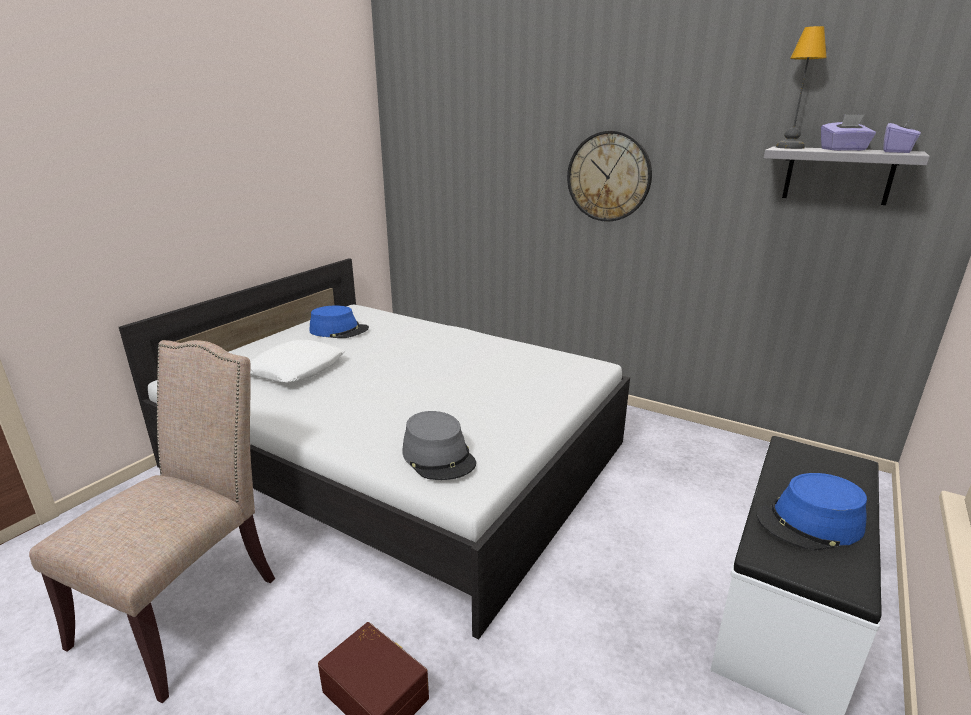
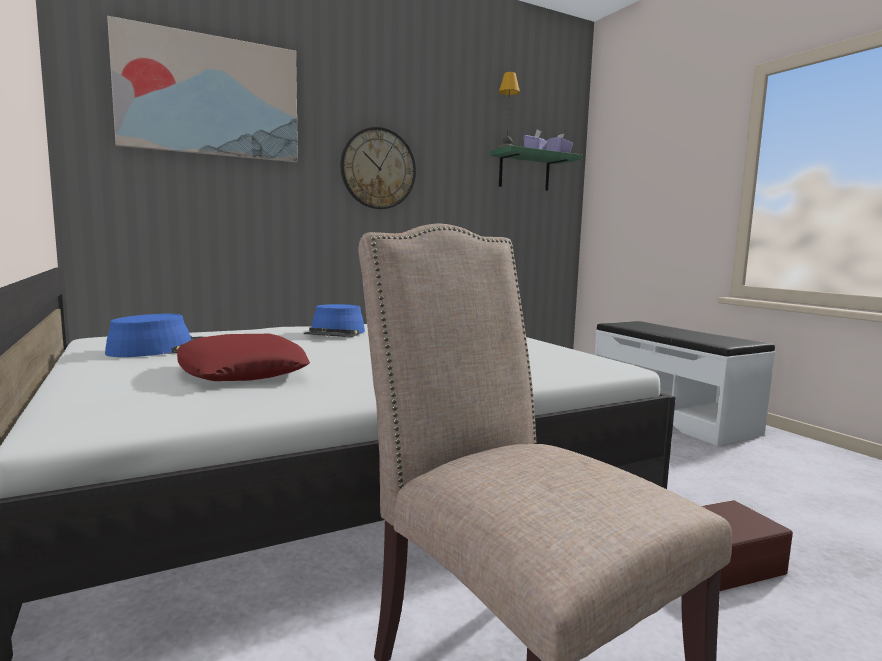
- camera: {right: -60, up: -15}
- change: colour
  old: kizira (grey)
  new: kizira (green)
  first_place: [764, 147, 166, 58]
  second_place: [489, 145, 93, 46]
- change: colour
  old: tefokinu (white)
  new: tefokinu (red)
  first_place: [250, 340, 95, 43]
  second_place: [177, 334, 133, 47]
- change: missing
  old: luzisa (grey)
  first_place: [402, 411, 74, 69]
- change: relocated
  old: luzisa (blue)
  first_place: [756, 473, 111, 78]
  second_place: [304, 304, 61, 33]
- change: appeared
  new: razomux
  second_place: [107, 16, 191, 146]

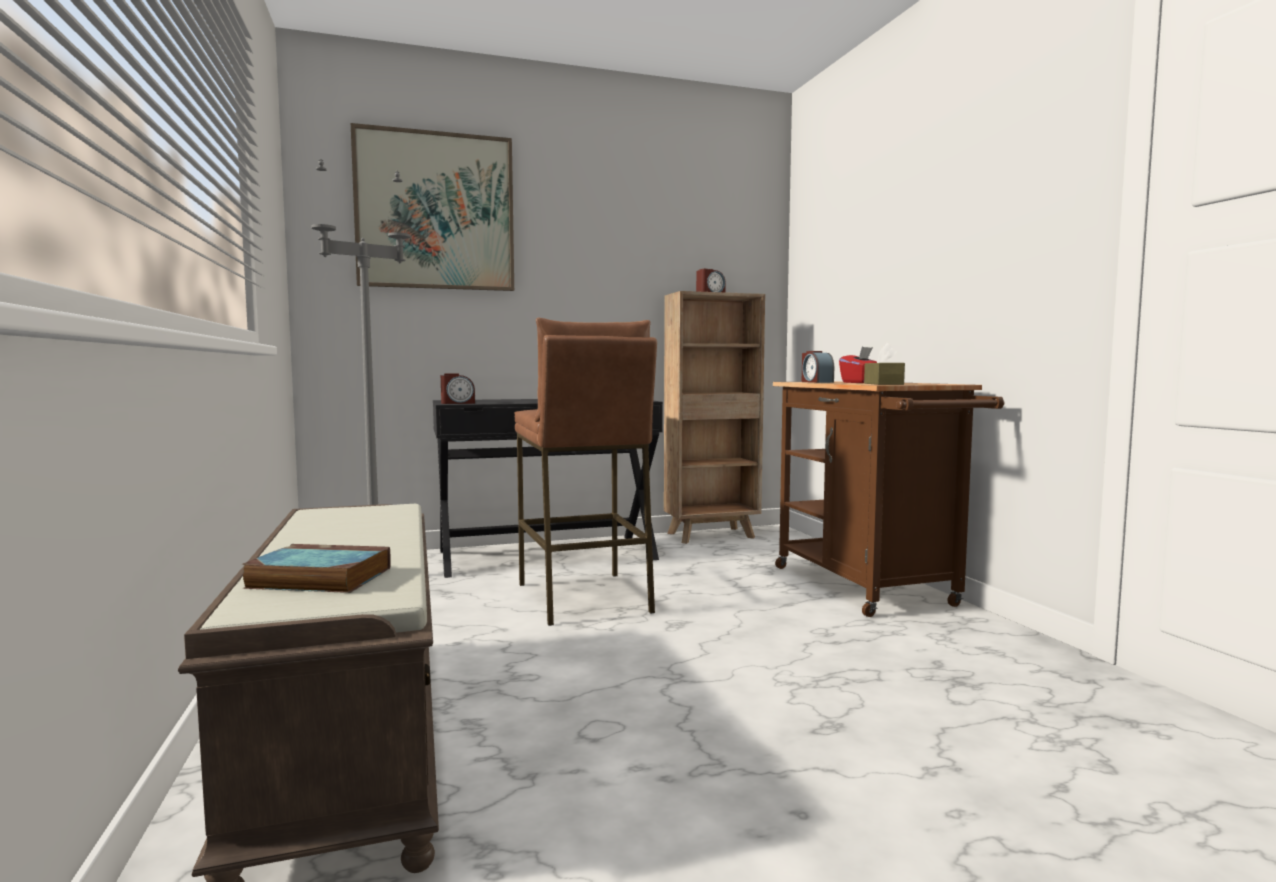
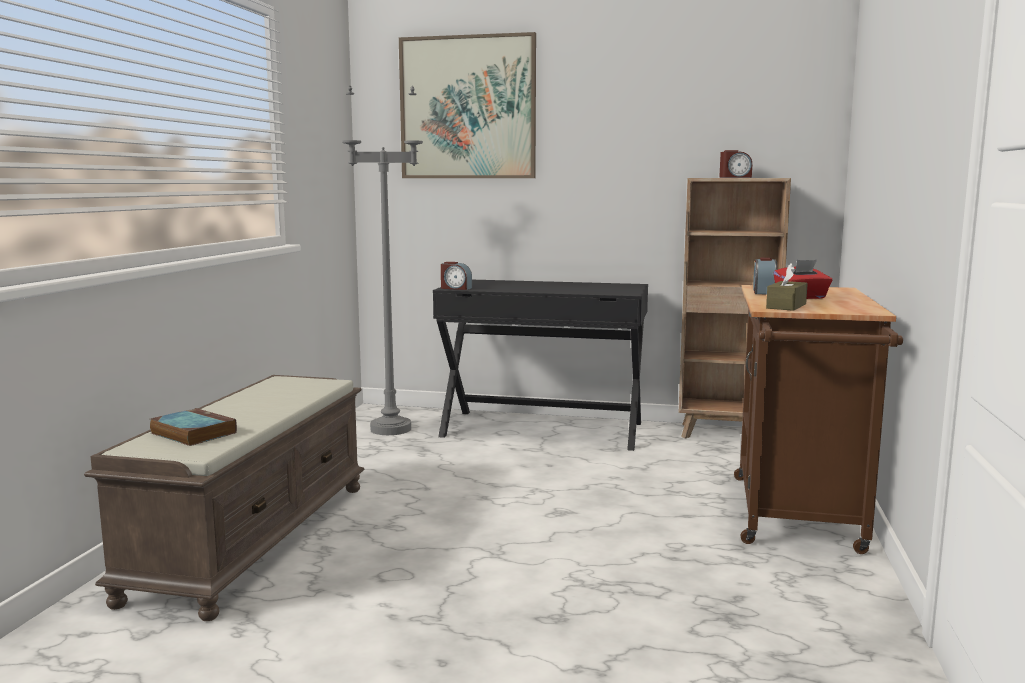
- camera: {right: 30, up: 5}
- change: missing
  old: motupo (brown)
  first_place: [515, 317, 142, 309]

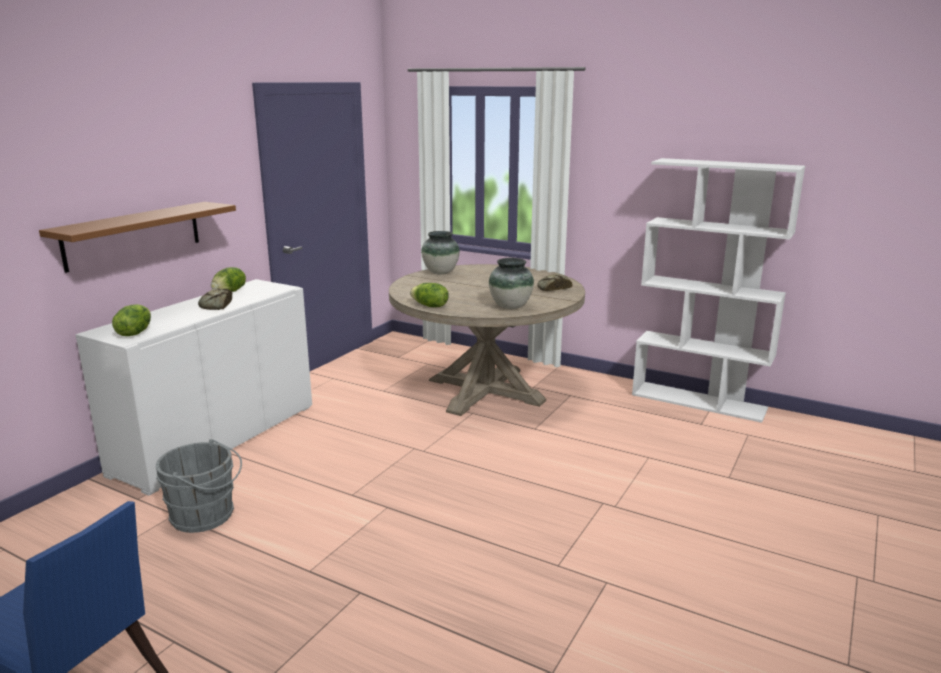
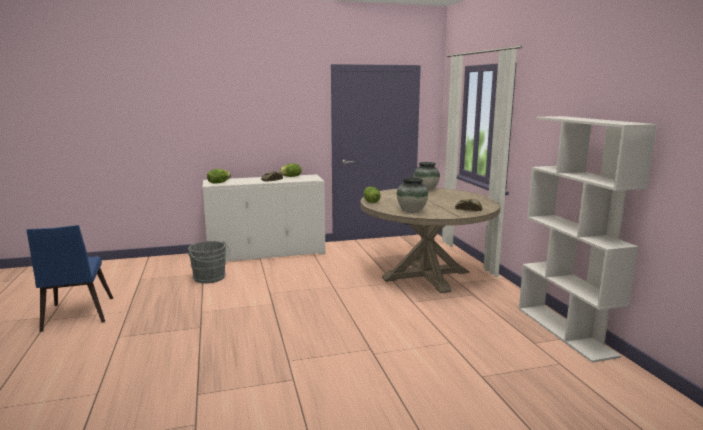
- camera: {right: 45, up: -5}
- change: missing
  old: kizira (brown)
  first_place: [39, 202, 197, 71]

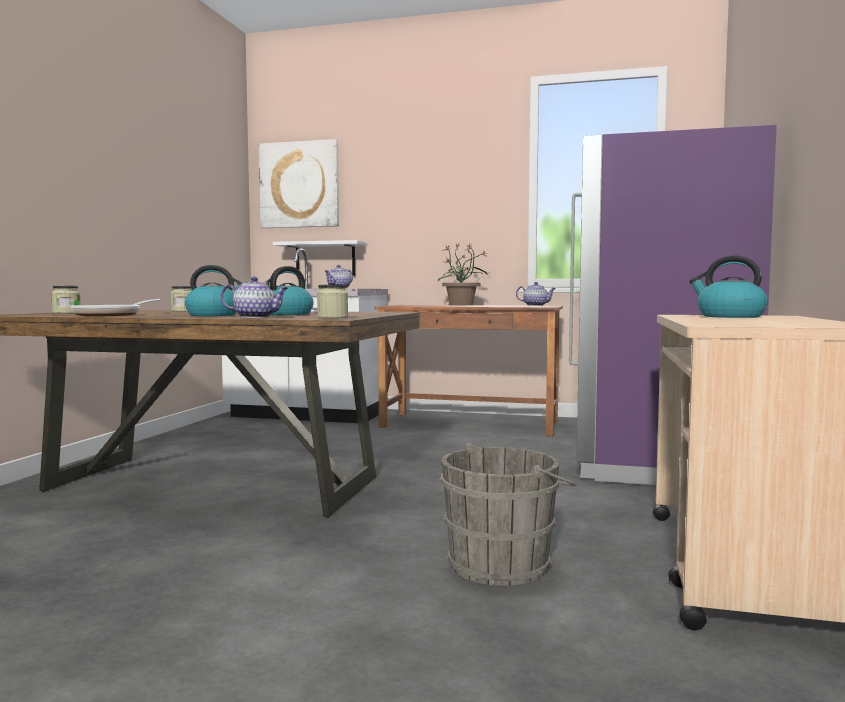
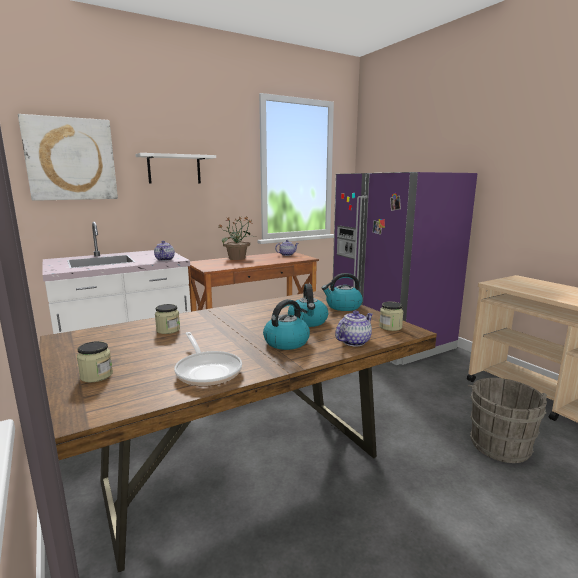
- camera: {right: -45, up: 10}
- change: relocated
  old: kizira (white)
  first_place: [273, 240, 94, 36]
  second_place: [135, 153, 81, 31]
- change: relocated
  old: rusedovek
  first_place: [689, 255, 79, 63]
  second_place: [322, 273, 41, 38]

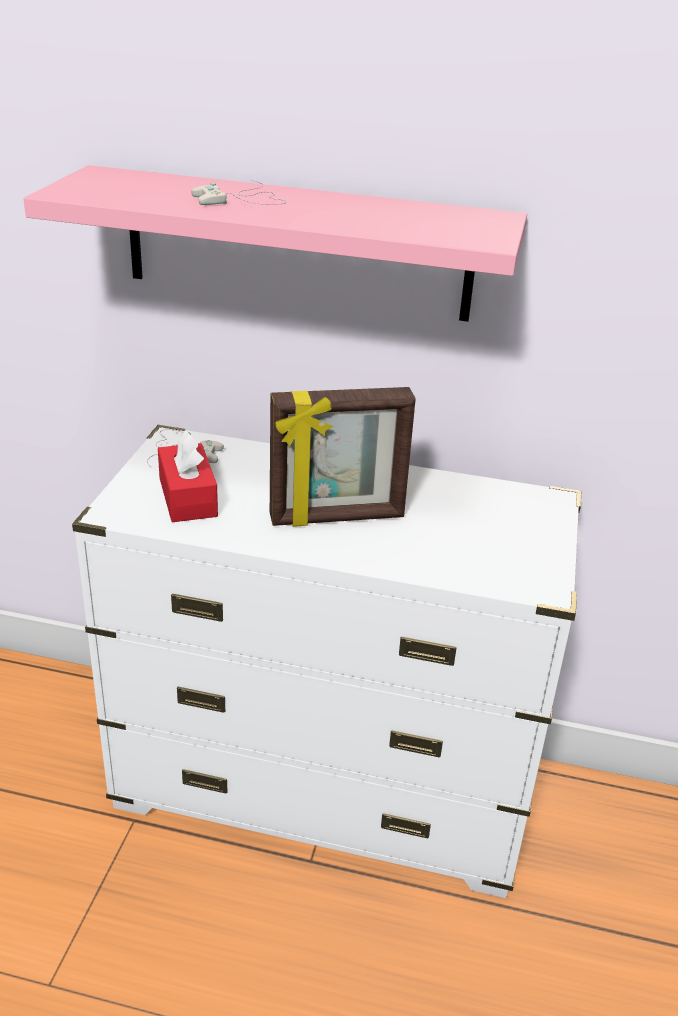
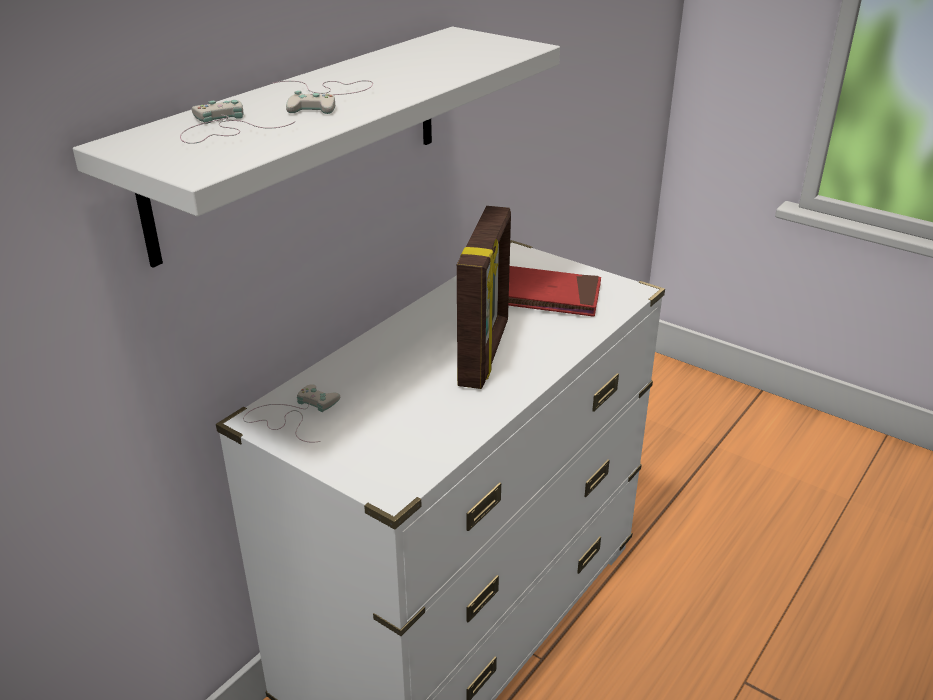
- camera: {right: -65, up: 0}
- change: colour
  old: kizira (pink)
  new: kizira (white)
  first_place: [23, 165, 504, 157]
  second_place: [73, 27, 487, 241]
- change: missing
  old: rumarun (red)
  first_place: [158, 431, 60, 91]
- change: appeared
  new: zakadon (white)
  second_place: [180, 100, 116, 44]
- change: appeared
  new: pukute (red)
  second_place: [508, 266, 93, 51]

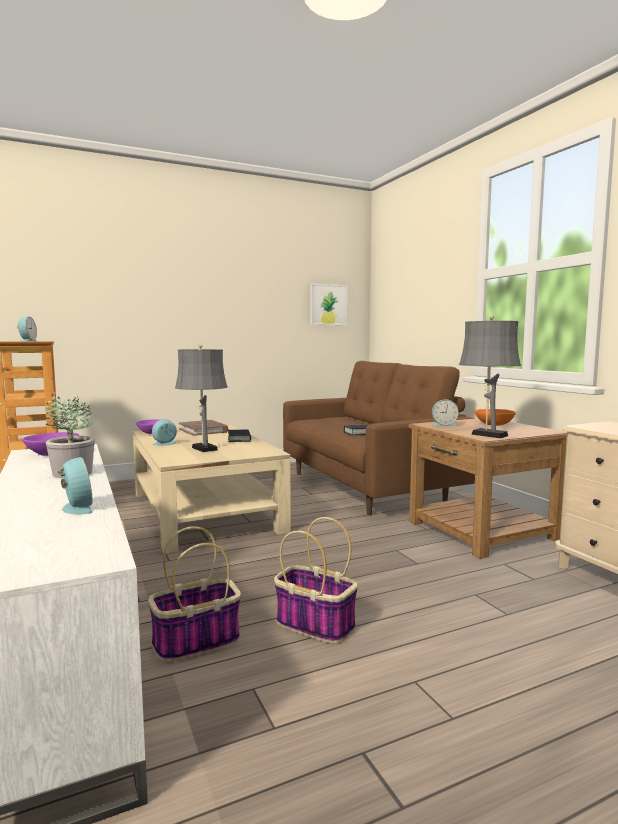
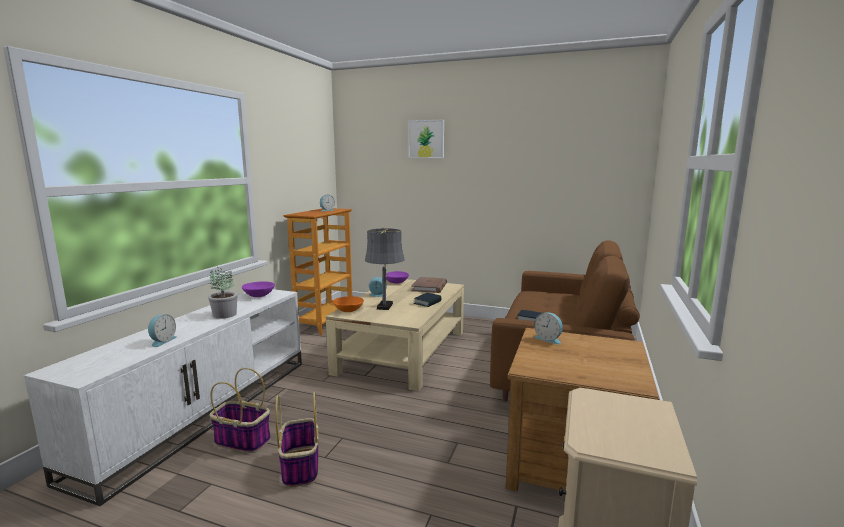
- camera: {right: 45, up: 5}
- change: relocated
  old: razomux
  first_place: [310, 284, 37, 41]
  second_place: [408, 119, 36, 39]
- change: missing
  old: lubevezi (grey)
  first_place: [459, 315, 62, 123]
- change: relocated
  old: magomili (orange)
  first_place: [475, 409, 41, 17]
  second_place: [333, 296, 31, 16]

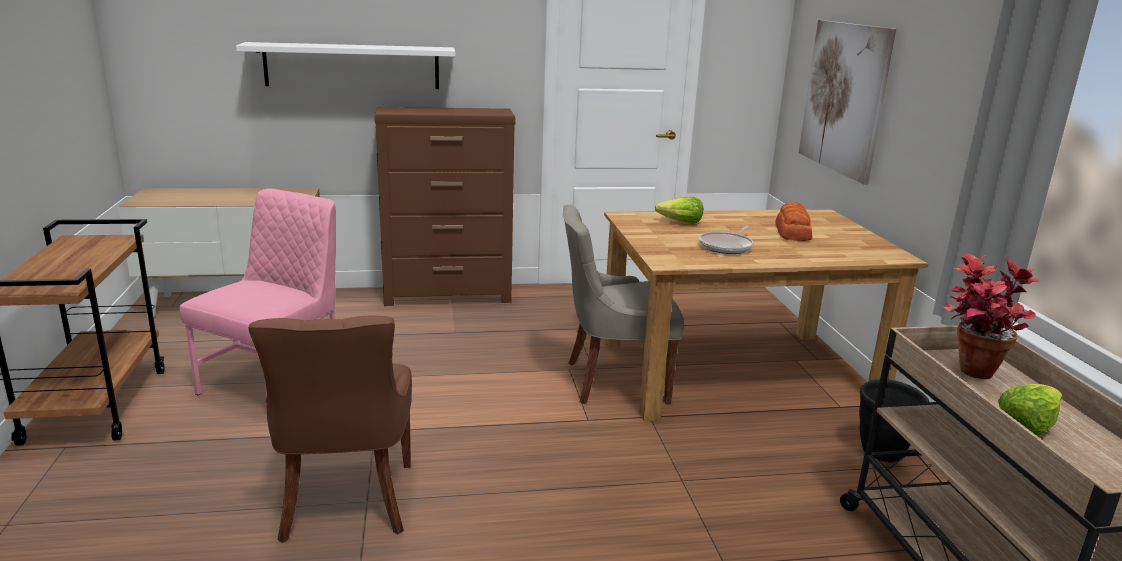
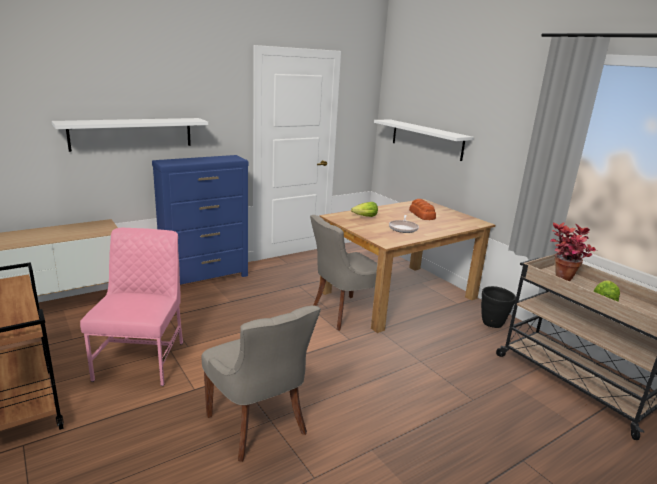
- camera: {right: -25, up: 0}
- change: exchanged
  old: razomux
  new: kizira (white)
  first_place: [799, 20, 97, 164]
  second_place: [374, 119, 100, 42]
- change: colour
  old: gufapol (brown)
  new: gufapol (blue)
  first_place: [374, 107, 142, 199]
  second_place: [152, 155, 97, 130]
- change: colour
  old: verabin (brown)
  new: verabin (grey)
  first_place: [248, 315, 164, 228]
  second_place: [202, 305, 119, 157]

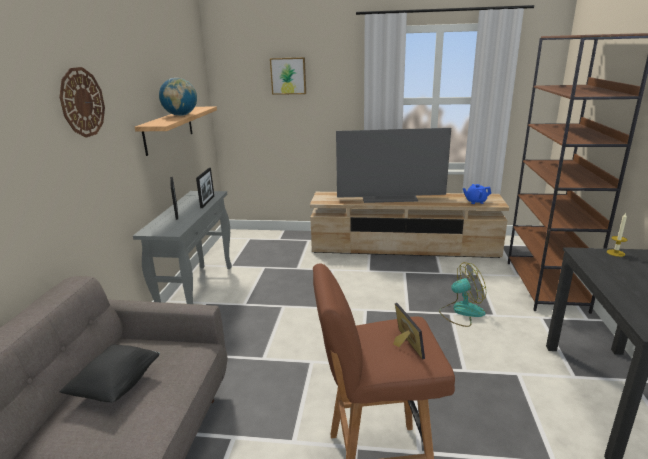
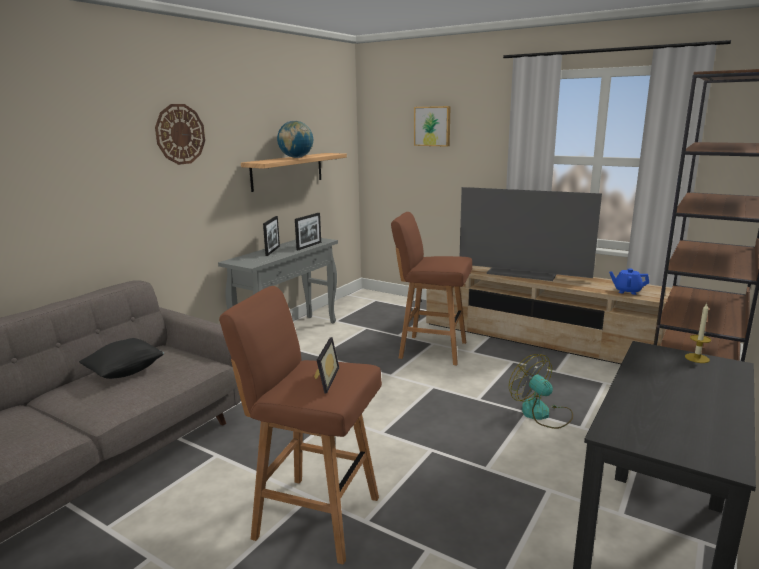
- camera: {right: 25, up: -5}
- change: spun
  old: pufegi
  first_place: [439, 262, 47, 65]
  second_place: [509, 354, 64, 75]
  degrees: -135
- change: appeared
  new: motupo (brown)
  second_place: [391, 212, 81, 153]

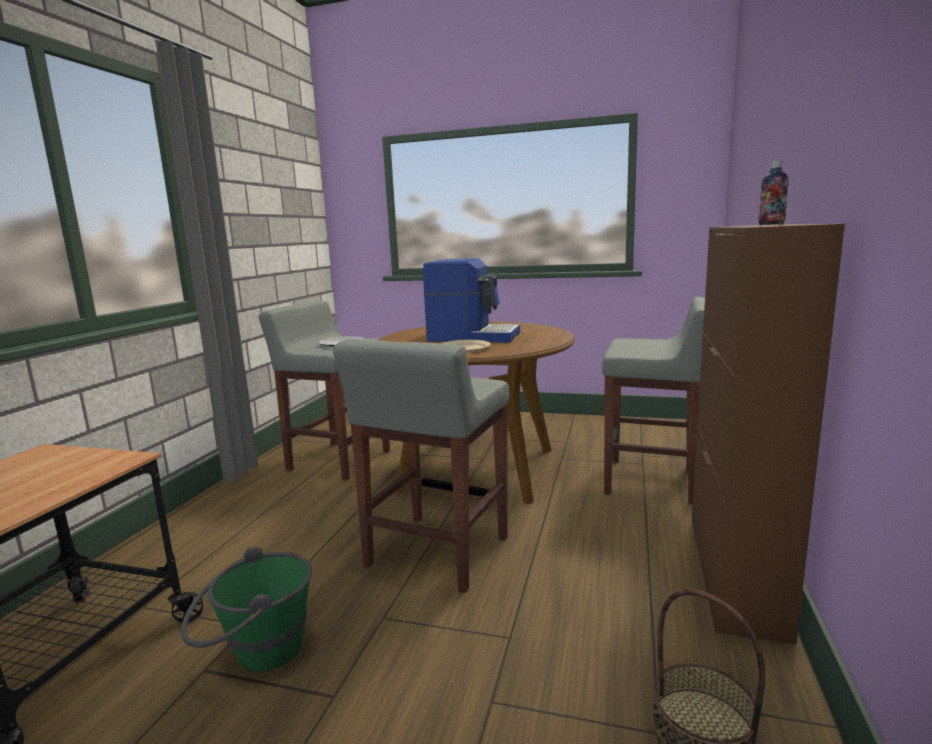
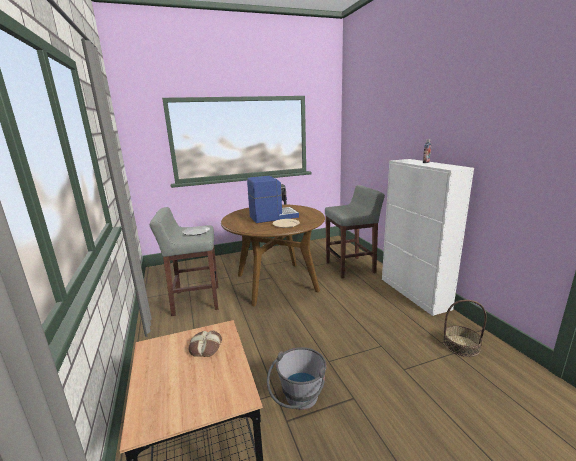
- camera: {right: -35, up: 5}
- change: colour
  old: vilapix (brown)
  new: vilapix (white)
  first_place: [692, 224, 153, 420]
  second_place: [382, 159, 92, 157]
- change: missing
  old: motupo (grey)
  first_place: [333, 339, 176, 254]
- change: colour
  old: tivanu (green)
  new: tivanu (grey)
  first_place: [181, 546, 131, 126]
  second_place: [267, 347, 60, 63]
- change: appeared
  new: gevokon
  second_place: [188, 330, 34, 27]

